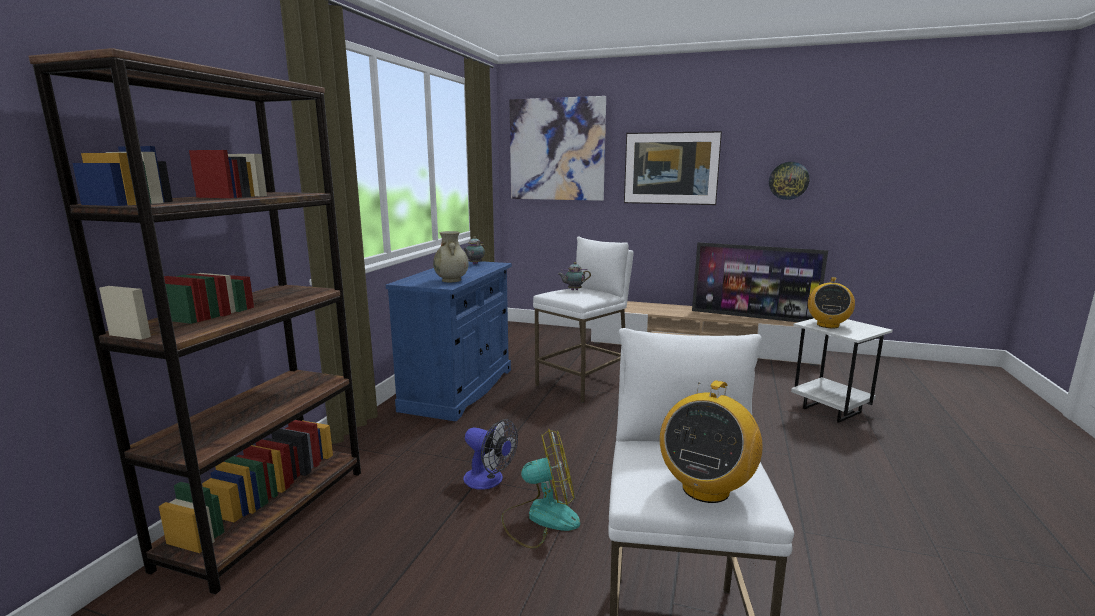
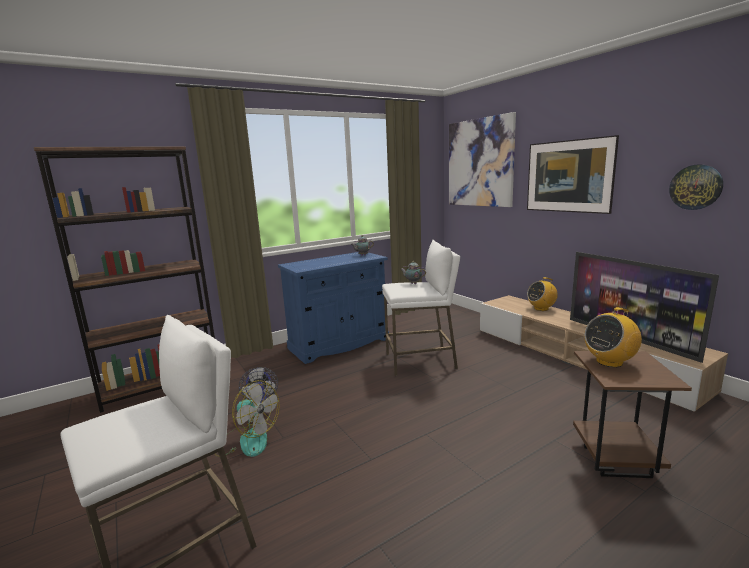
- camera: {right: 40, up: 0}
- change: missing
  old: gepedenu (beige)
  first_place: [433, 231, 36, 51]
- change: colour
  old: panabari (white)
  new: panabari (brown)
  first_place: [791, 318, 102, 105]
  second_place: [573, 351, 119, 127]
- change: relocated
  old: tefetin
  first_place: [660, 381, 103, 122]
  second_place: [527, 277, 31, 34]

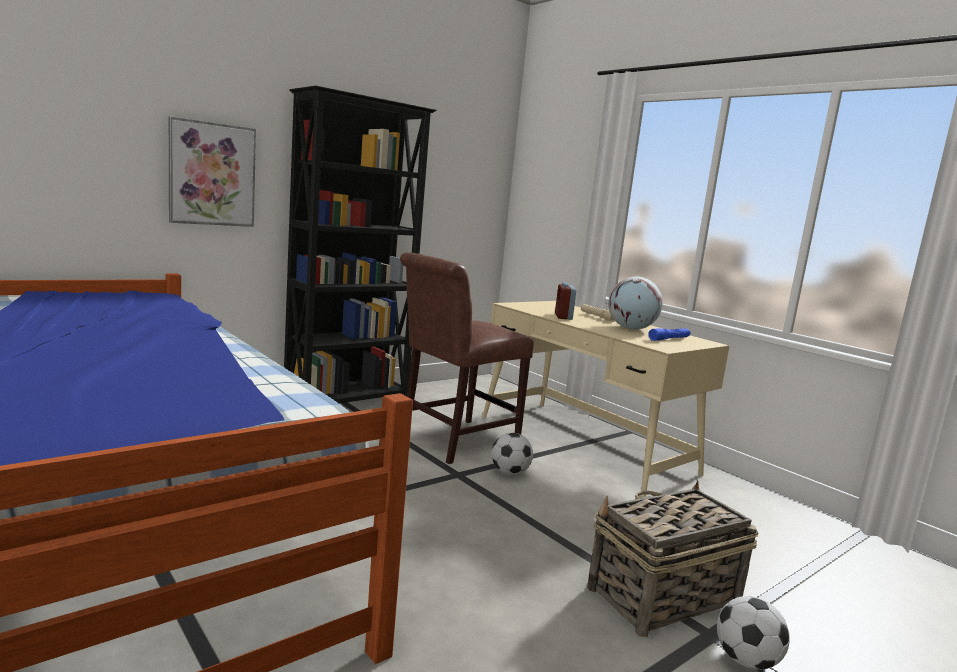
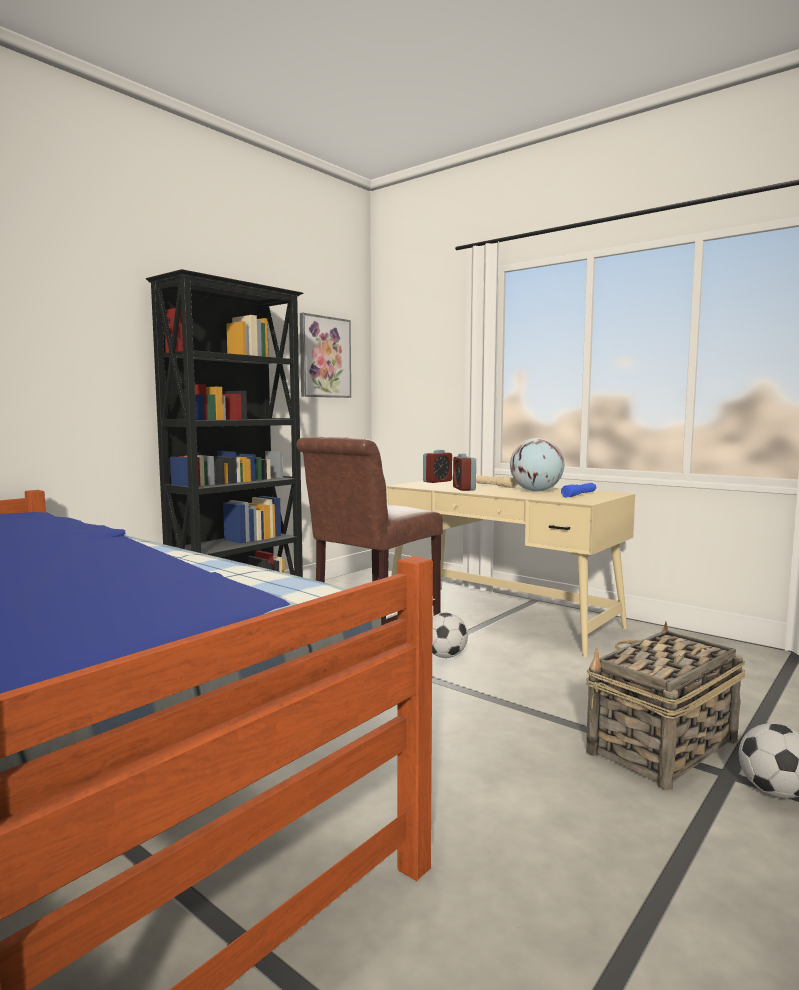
- camera: {right: -10, up: -5}
- change: relocated
  old: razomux
  first_place: [169, 116, 87, 111]
  second_place: [300, 313, 51, 85]
- change: appeared
  new: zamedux
  second_place: [423, 450, 29, 33]

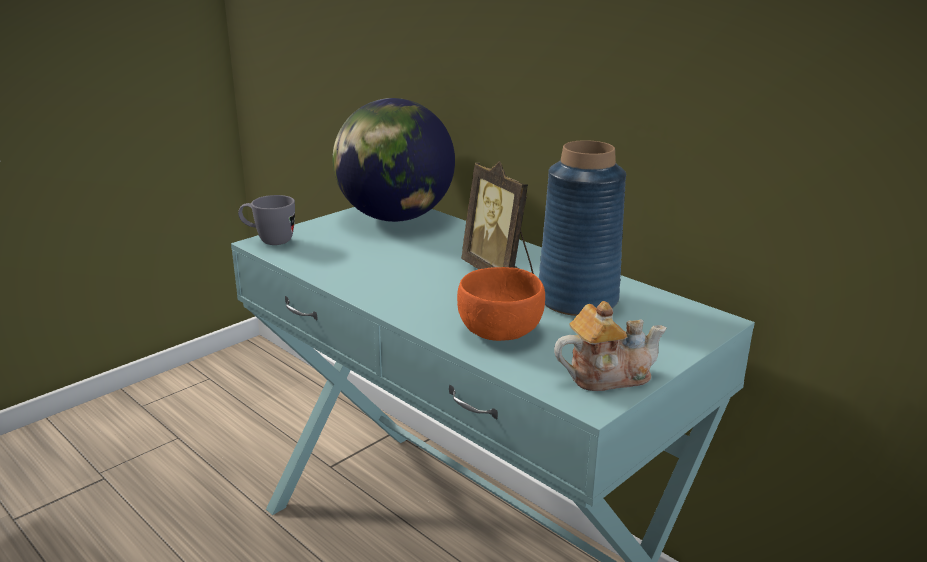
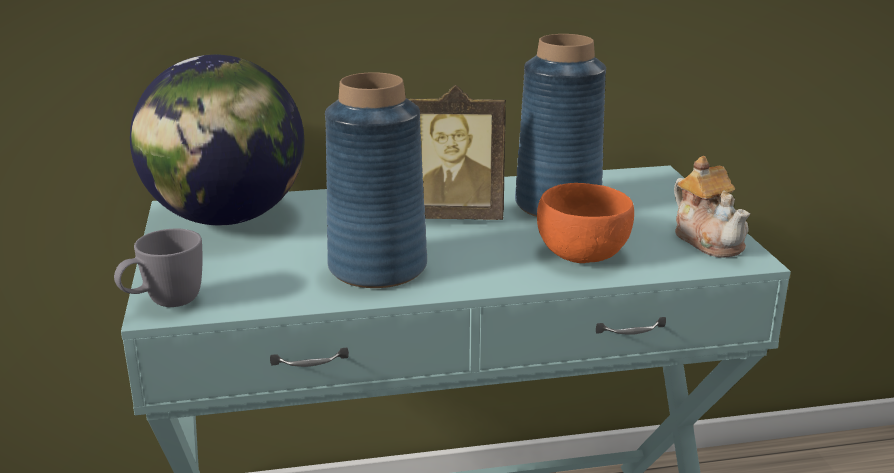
- camera: {right: -55, up: 0}
- change: spun
  old: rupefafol
  first_place: [554, 301, 113, 90]
  second_place: [674, 156, 76, 102]
  degrees: 135
- change: appeared
  new: gepedenu (blue)
  second_place: [325, 72, 102, 216]

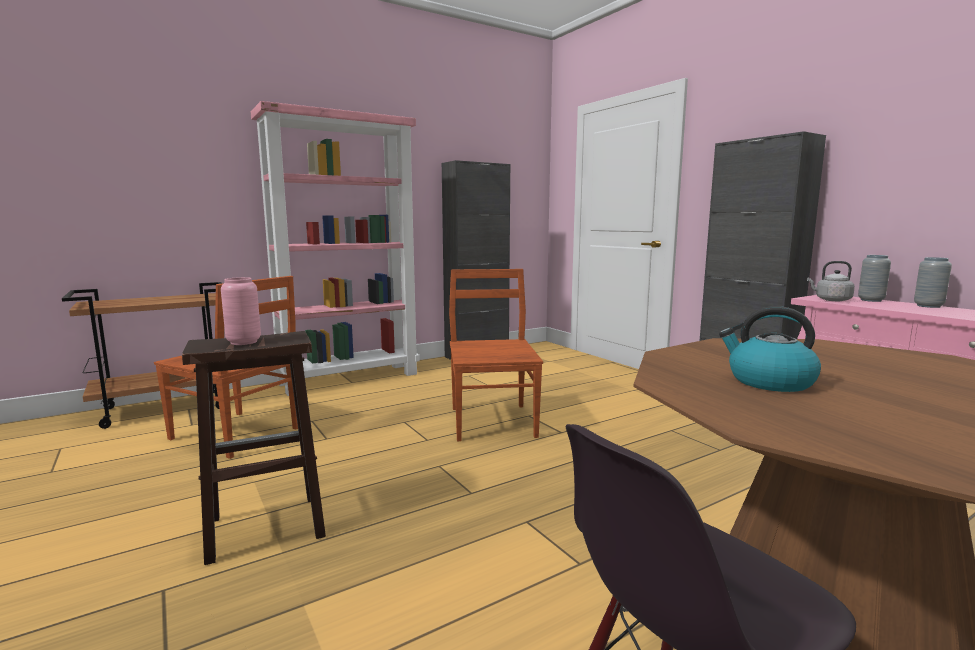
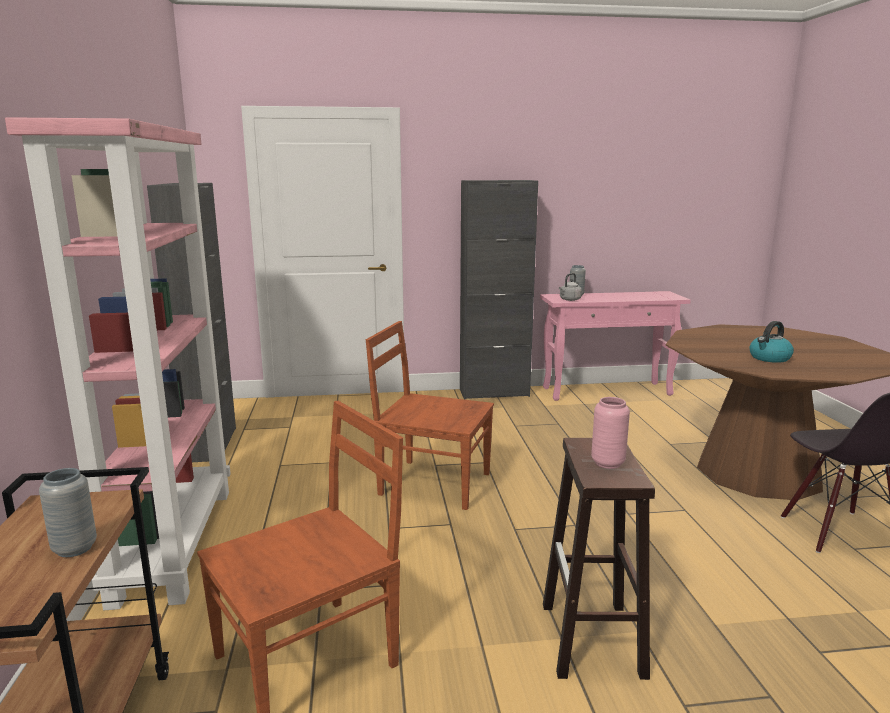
- camera: {right: -65, up: 5}
- change: relocated
  old: gepedenu (grey)
  first_place: [914, 257, 38, 51]
  second_place: [39, 468, 58, 89]

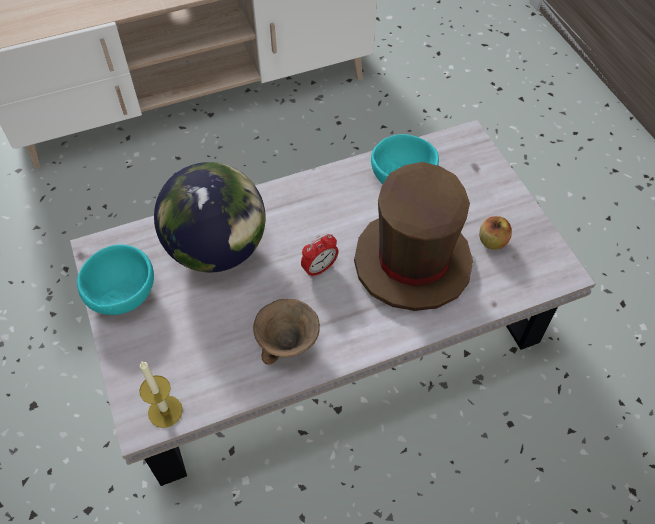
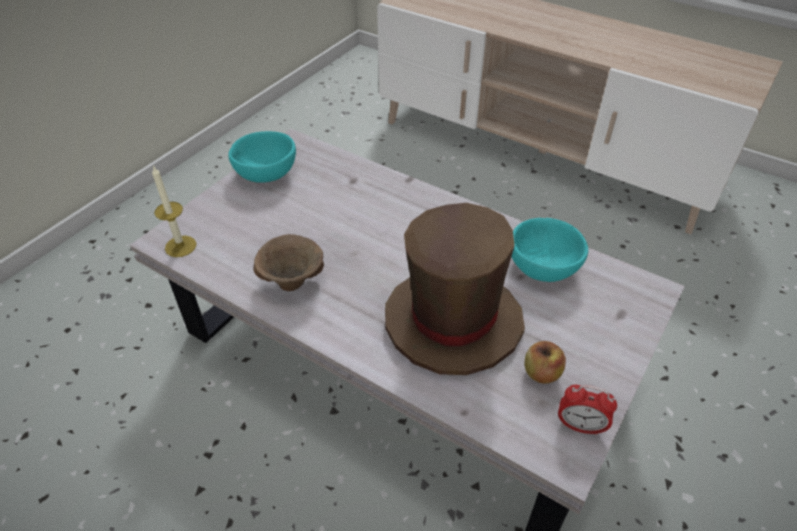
- camera: {right: 55, up: -10}
- change: missing
  old: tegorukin
  first_place: [154, 162, 112, 111]
- change: relocated
  old: zamedux
  first_place: [301, 234, 38, 44]
  second_place: [558, 385, 59, 50]

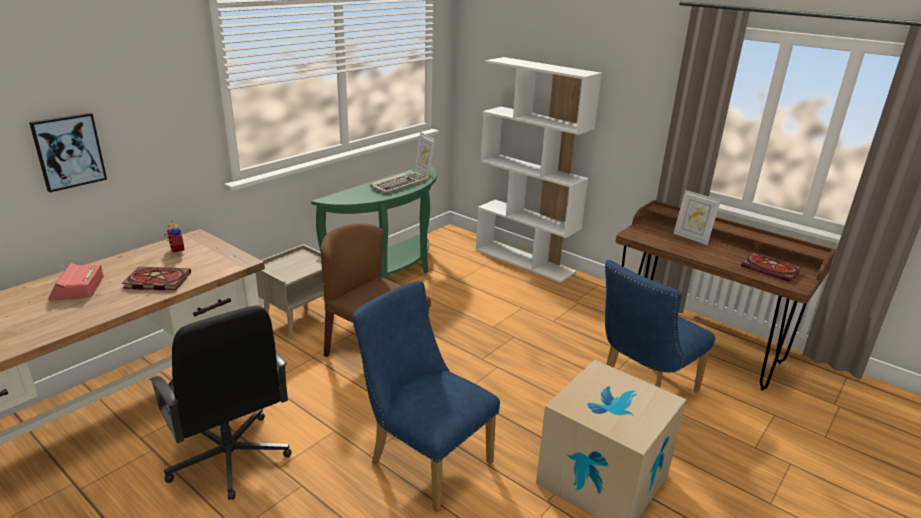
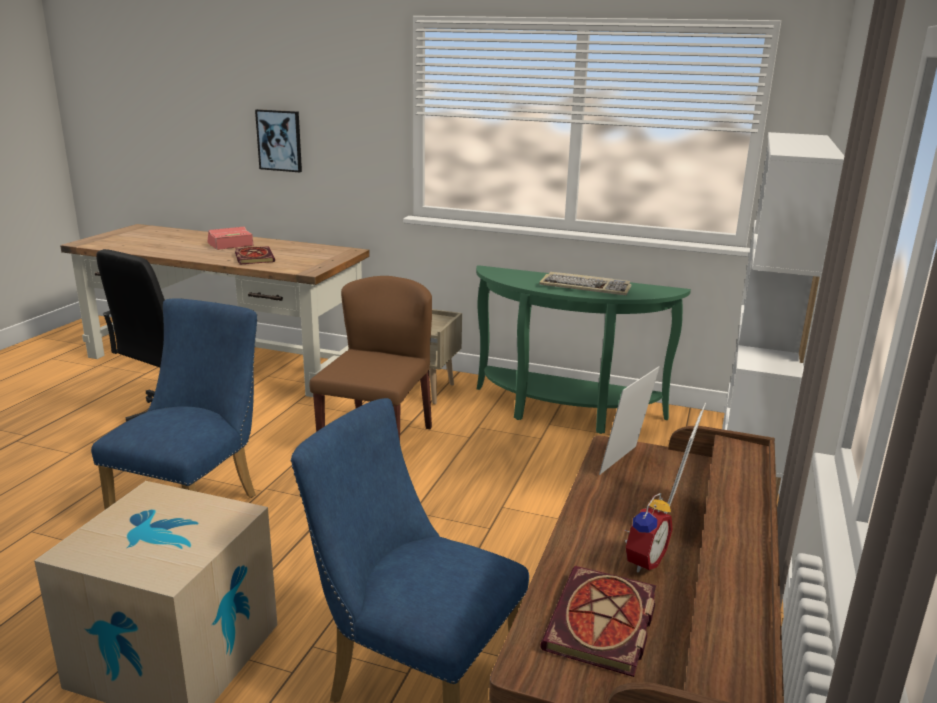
- camera: {right: 70, up: -5}
- change: relocated
  old: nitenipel
  first_place: [415, 132, 20, 45]
  second_place: [599, 367, 60, 108]
- change: relocated
  old: zamedux
  first_place: [164, 220, 20, 35]
  second_place: [624, 493, 49, 79]

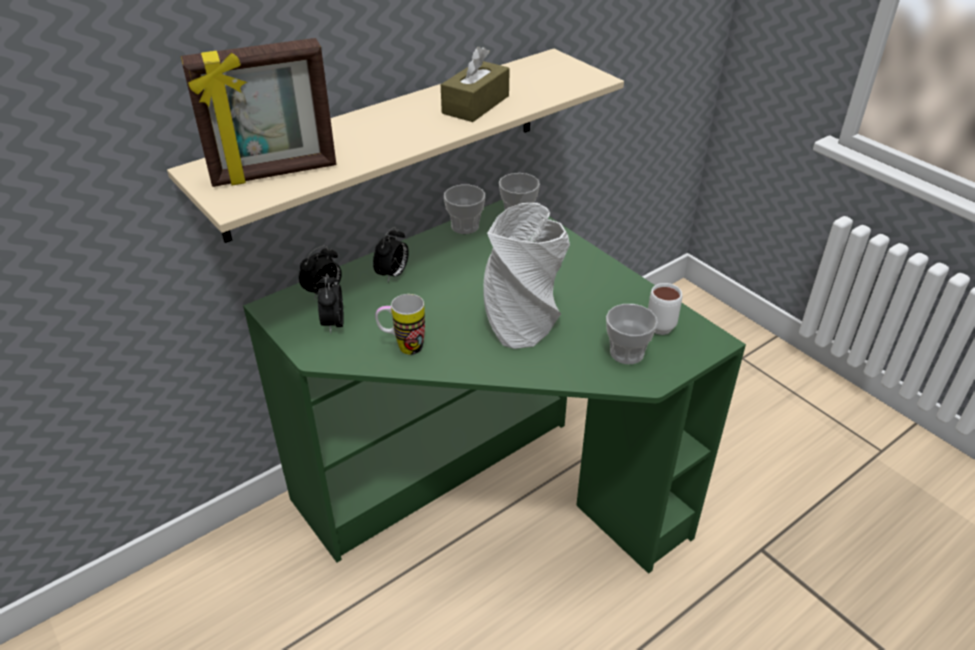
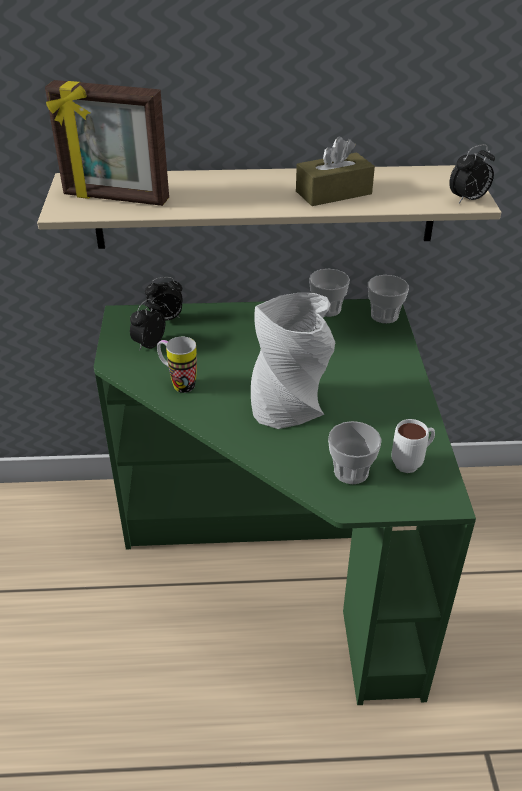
- camera: {right: 35, up: 0}
- change: relocated
  old: zamedux
  first_place: [373, 227, 36, 55]
  second_place: [449, 144, 46, 59]

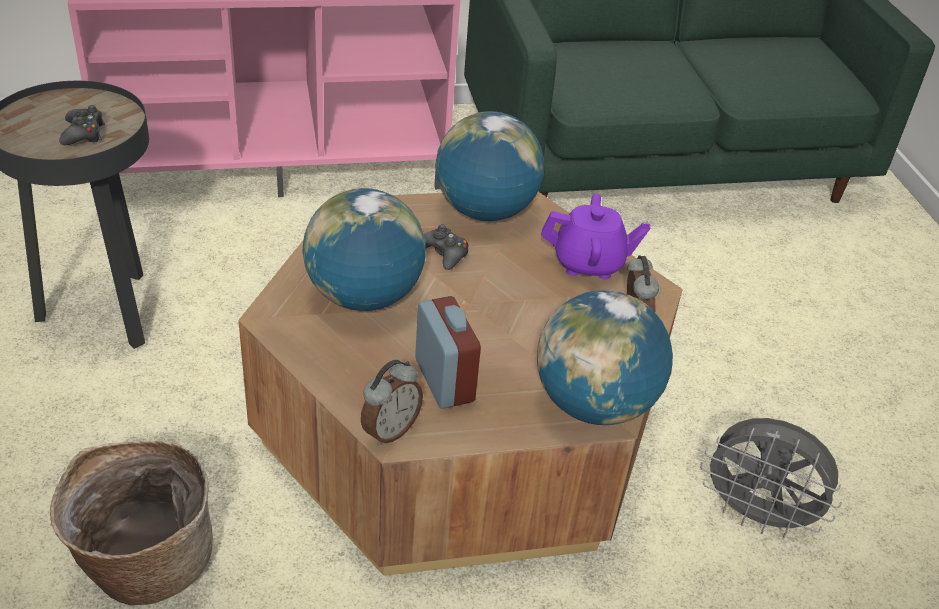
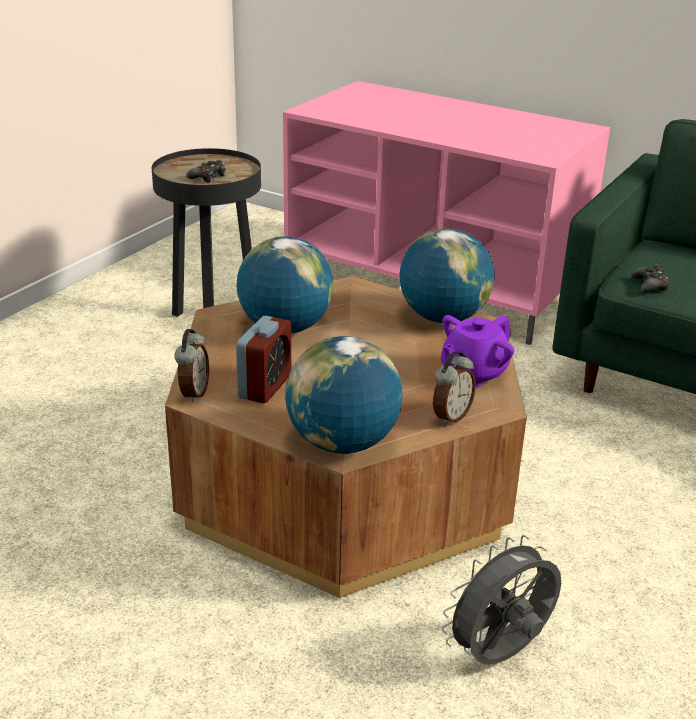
- camera: {right: 45, up: -10}
- change: spun
  old: rupefafol (purple)
  first_place: [541, 194, 109, 85]
  second_place: [441, 315, 73, 73]
  degrees: 90
- change: relocated
  old: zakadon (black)
  first_place: [424, 224, 45, 46]
  second_place: [631, 264, 38, 28]
- change: spun
  old: zamedux
  first_place: [361, 360, 62, 86]
  second_place: [174, 329, 35, 74]
  degrees: -75
- change: spun
  old: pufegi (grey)
  first_place: [700, 418, 142, 120]
  second_place: [442, 535, 119, 129]
  degrees: 75
- change: missing
  old: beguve
  first_place: [50, 441, 163, 164]

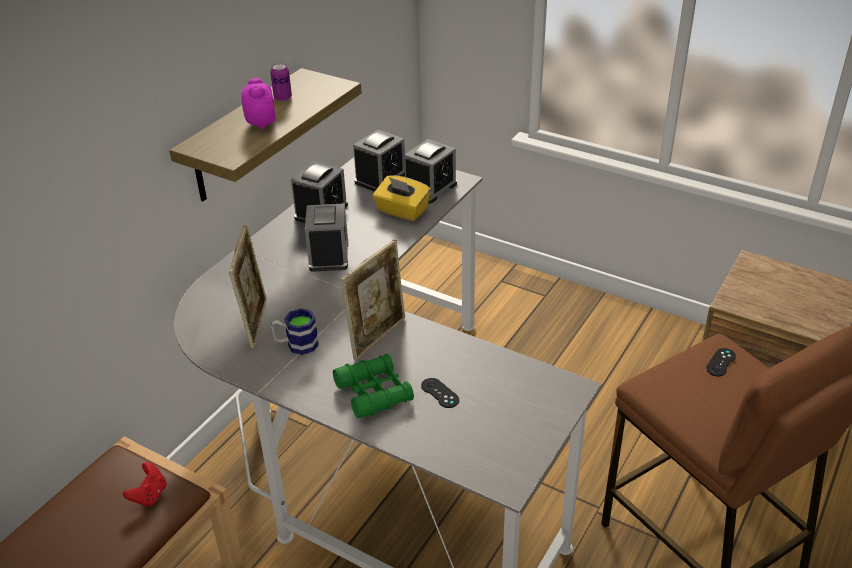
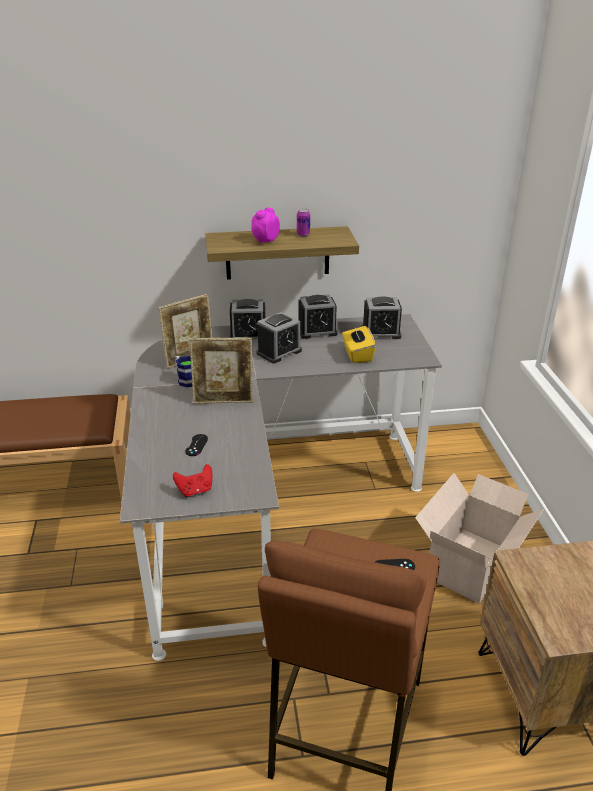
- camera: {right: 50, up: -5}
- change: relocated
  old: zamedux
  first_place: [404, 139, 53, 65]
  second_place: [229, 299, 36, 40]
- change: missing
  old: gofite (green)
  first_place: [333, 354, 81, 64]
- change: relocated
  old: zakadon (red)
  first_place: [123, 462, 44, 45]
  second_place: [173, 464, 39, 33]
- change: appeared
  new: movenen
  second_place: [415, 473, 129, 131]

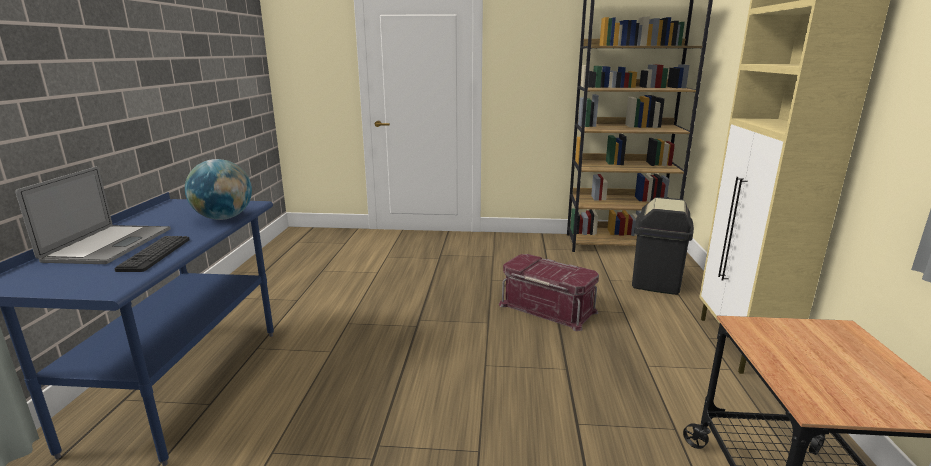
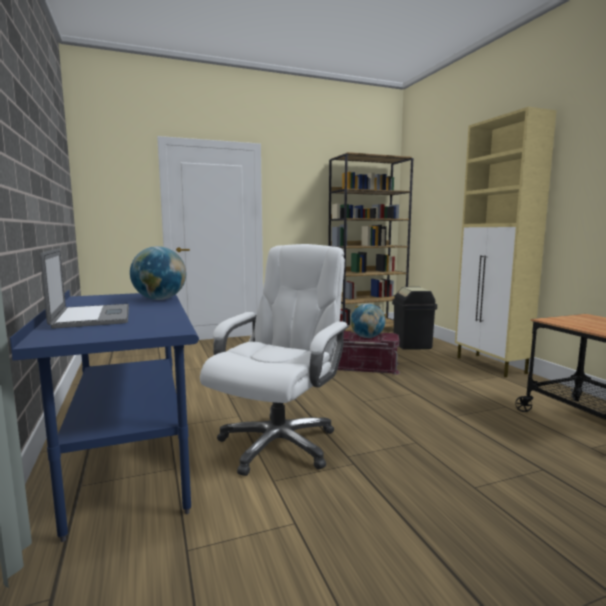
- camera: {right: -25, up: -10}
- change: missing
  old: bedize
  first_place: [114, 236, 76, 36]
- change: appeared
  new: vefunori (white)
  second_place: [200, 244, 149, 232]
- change: appeared
  new: tegorukin
  second_place: [350, 304, 35, 34]

